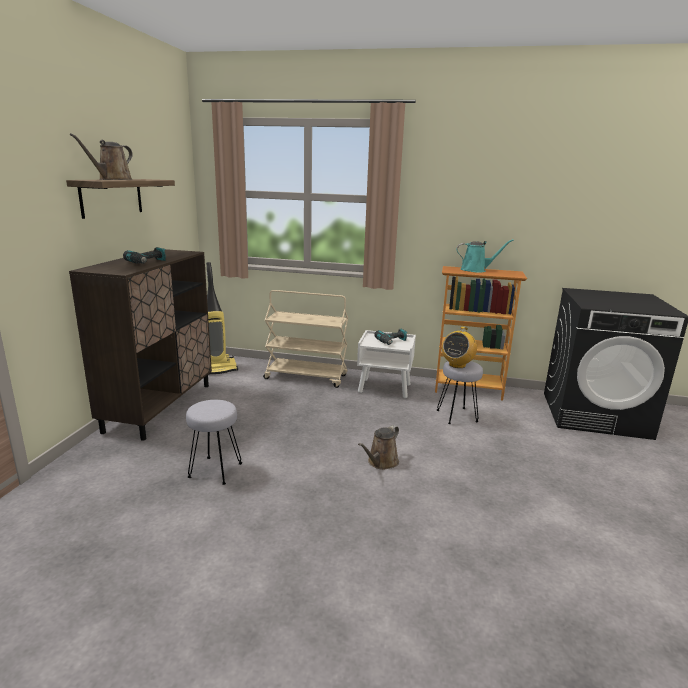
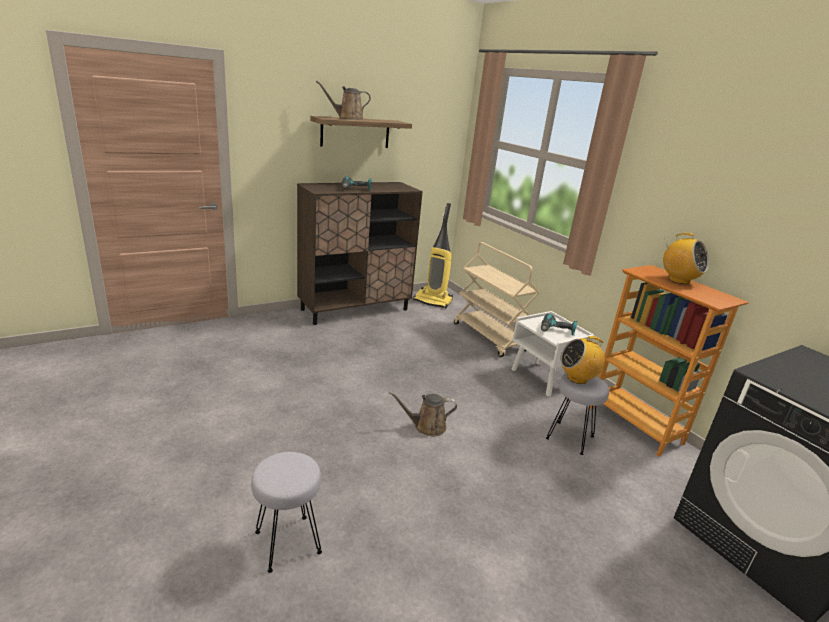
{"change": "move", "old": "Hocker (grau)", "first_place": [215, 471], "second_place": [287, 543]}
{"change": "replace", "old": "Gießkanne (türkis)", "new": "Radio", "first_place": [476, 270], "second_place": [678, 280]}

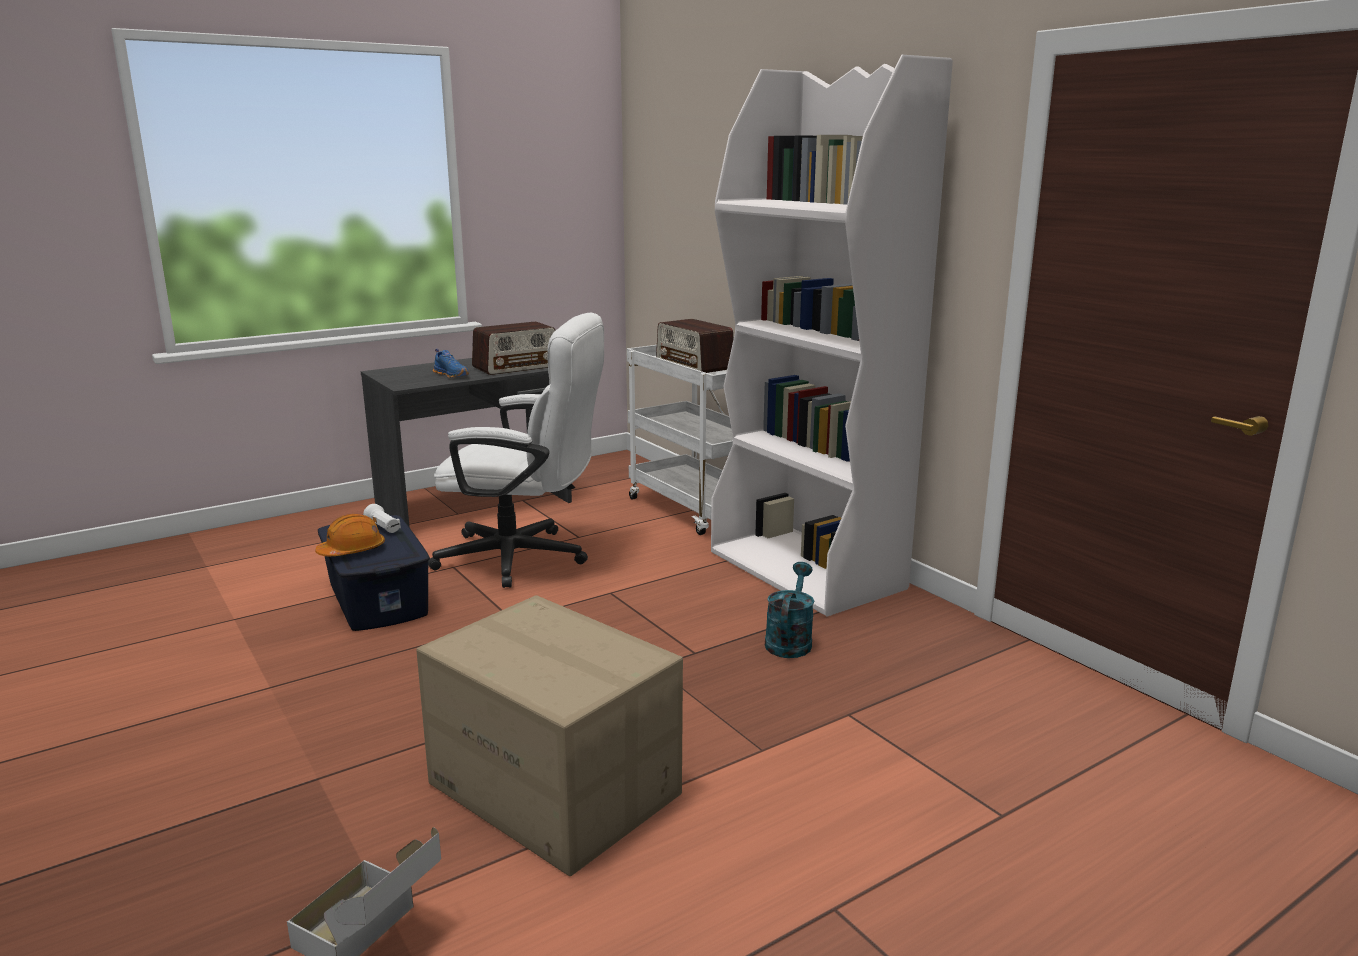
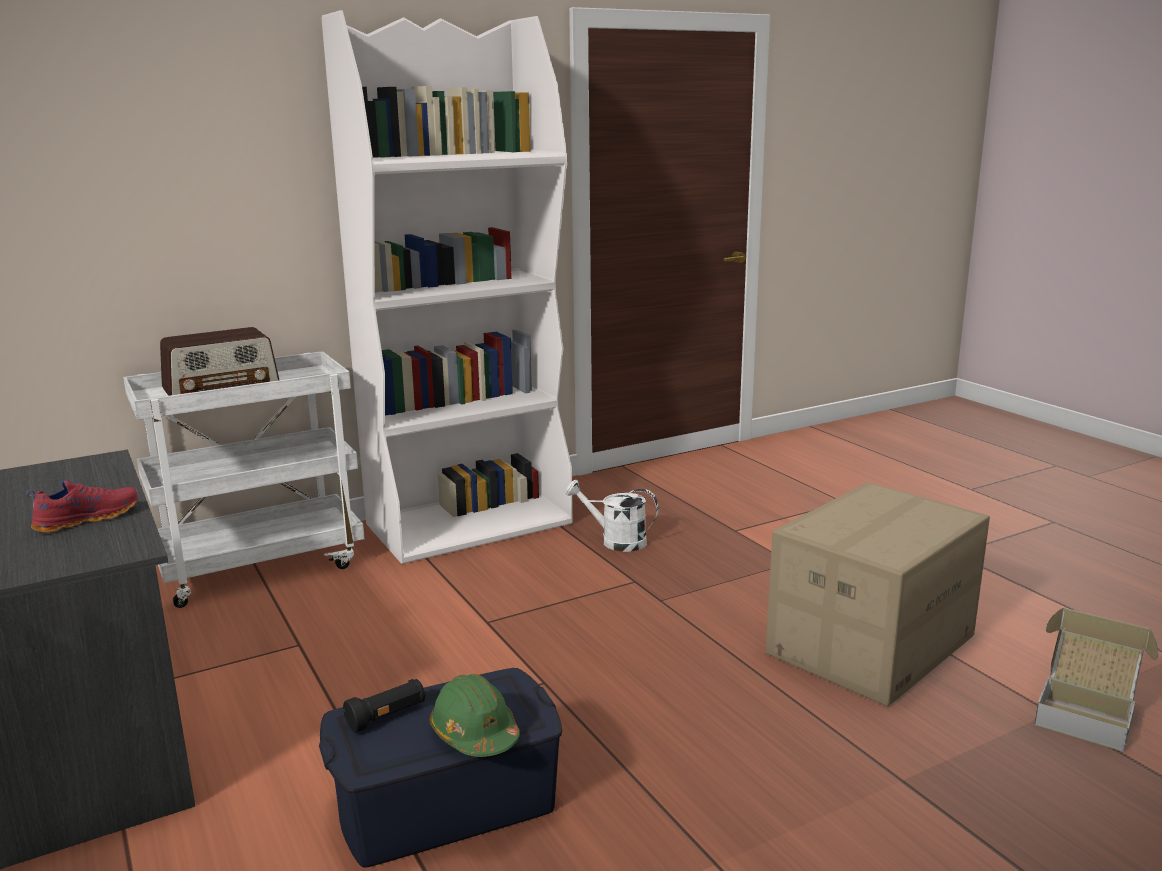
{"change": "recolor", "old": "Schutzhelm (orange)", "new": "Schutzhelm (grün)", "first_place": [352, 551], "second_place": [474, 733]}
{"change": "recolor", "old": "Taschenlampe (weiß)", "new": "Taschenlampe (schwarz)", "first_place": [383, 528], "second_place": [387, 717]}
{"change": "delete", "old": "Bürostuhl (weiß)", "first_place": [525, 558]}
{"change": "recolor", "old": "Schuh (blau)", "new": "Schuh (rot)", "first_place": [452, 375], "second_place": [87, 519]}
{"change": "delete", "old": "Radio", "first_place": [516, 367]}
{"change": "recolor", "old": "Gießkanne (türkis)", "new": "Gießkanne (weiß)", "first_place": [789, 641], "second_place": [615, 541]}

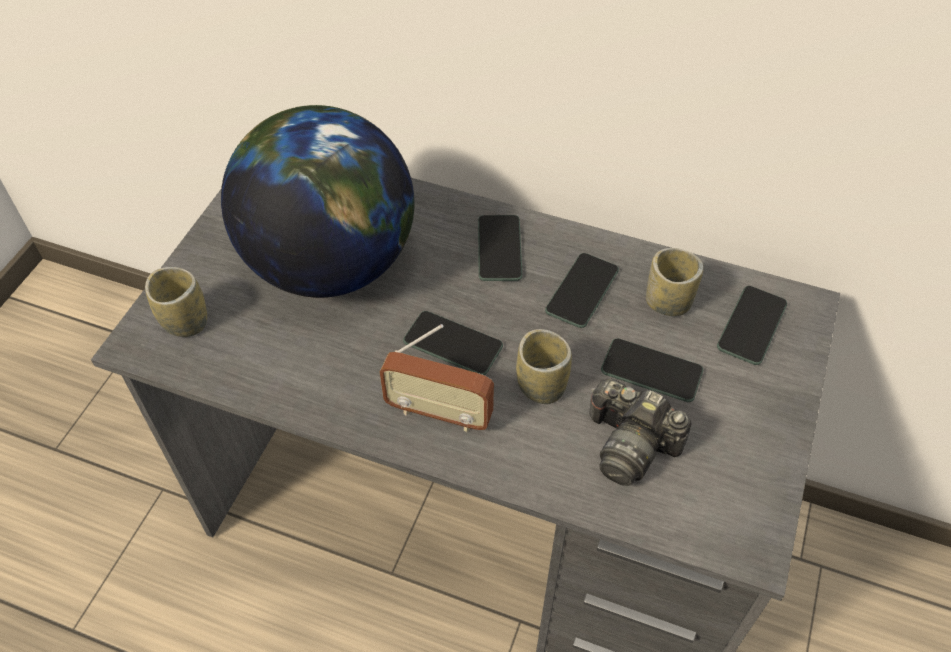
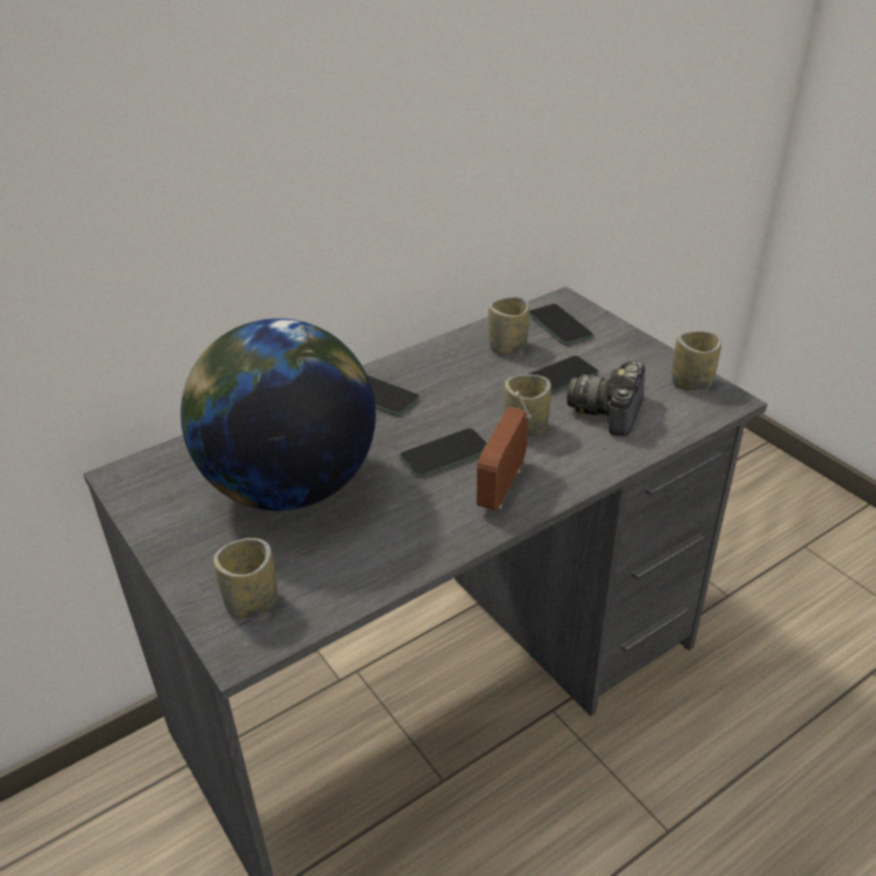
{"change": "rotate", "old": "Radio", "first_place": [439, 413], "second_place": [503, 487], "degrees": 150}
{"change": "delete", "old": "Handy", "first_place": [582, 291]}
{"change": "rotate", "old": "Kamera", "first_place": [630, 444], "second_place": [610, 412], "degrees": 135}
{"change": "insert", "new": "Tasse", "second_place": [691, 383]}

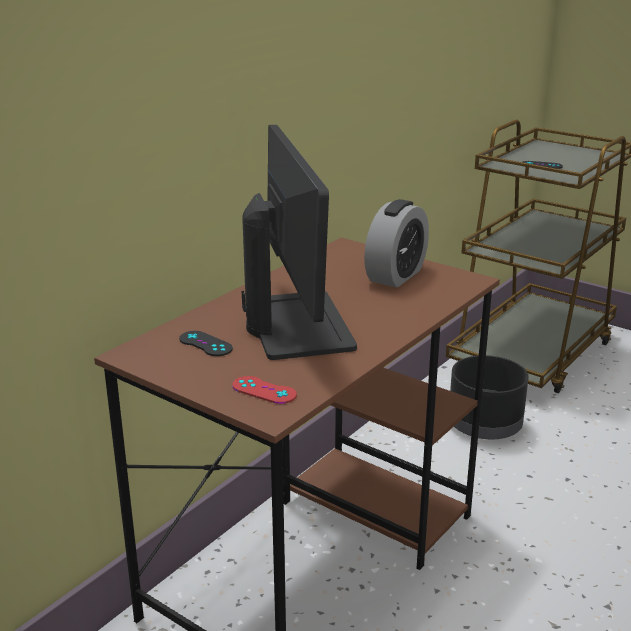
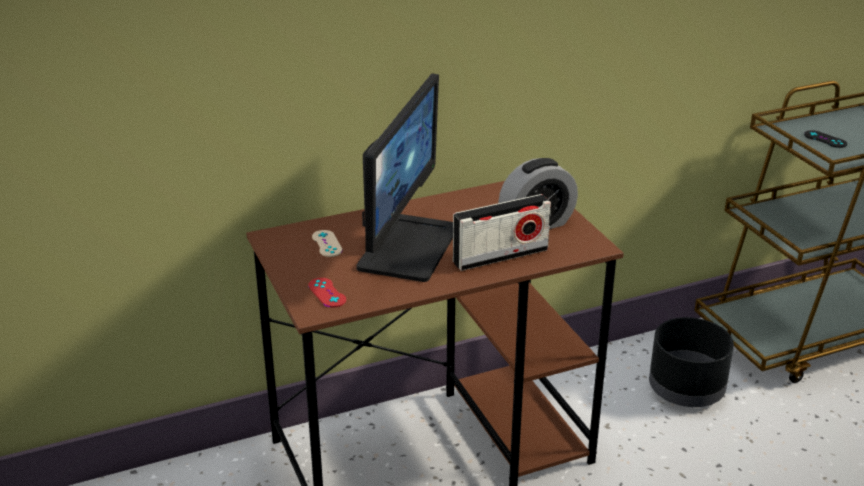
{"change": "recolor", "old": "Gamepad (schwarz)", "new": "Gamepad (beige)", "first_place": [205, 344], "second_place": [327, 244]}
{"change": "insert", "new": "Radio", "second_place": [500, 256]}

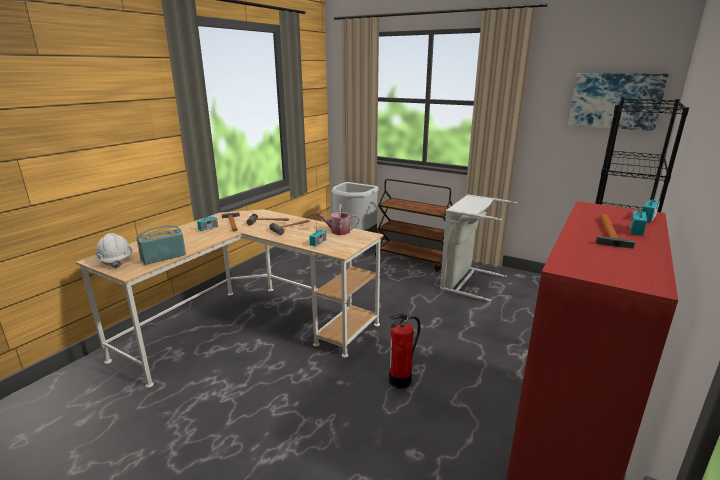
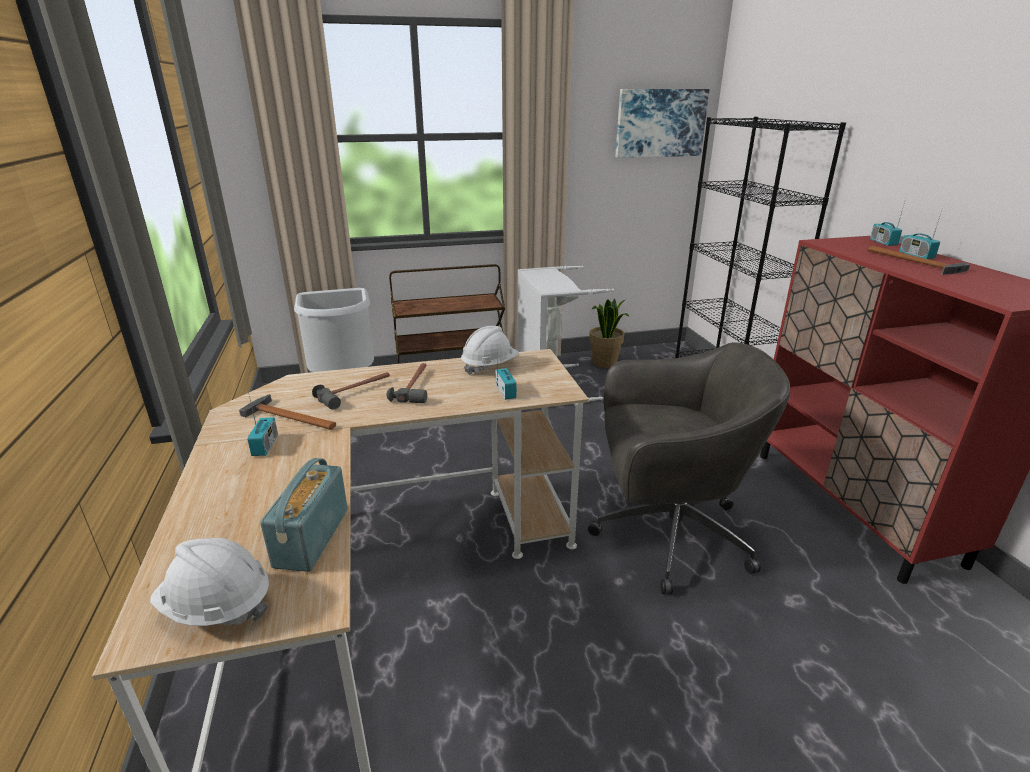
{"change": "replace", "old": "Gießkanne", "new": "Schutzhelm (weiß)", "first_place": [337, 231], "second_place": [489, 366]}
{"change": "replace", "old": "Feuerlöscher", "new": "Bürostuhl (grau)", "first_place": [400, 380], "second_place": [666, 535]}
{"change": "insert", "new": "Topfpflanze", "second_place": [605, 363]}

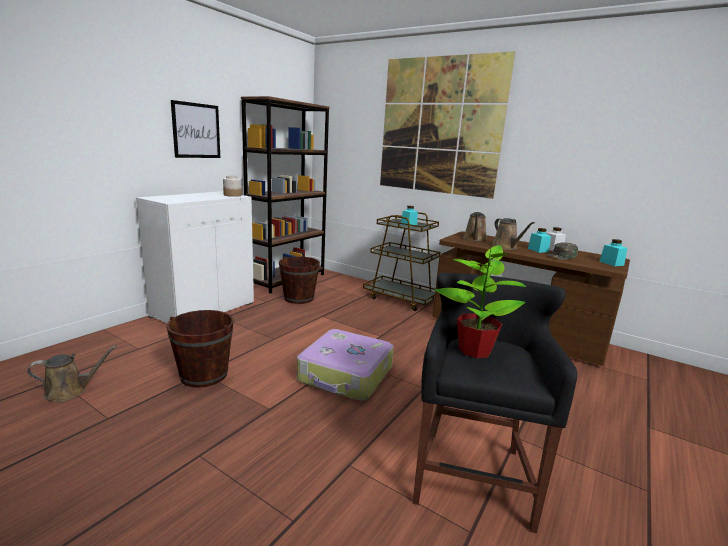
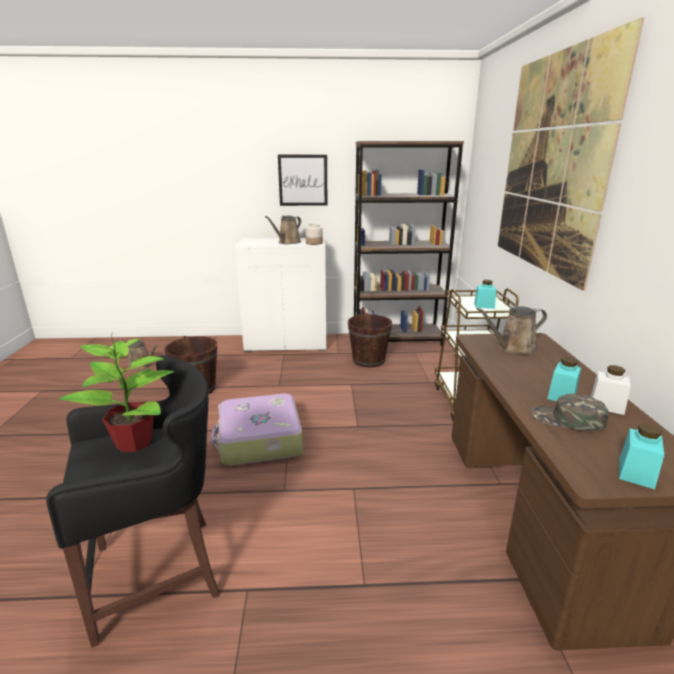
{"change": "move", "old": "Gießkanne (braun)", "first_place": [506, 247], "second_place": [288, 242]}

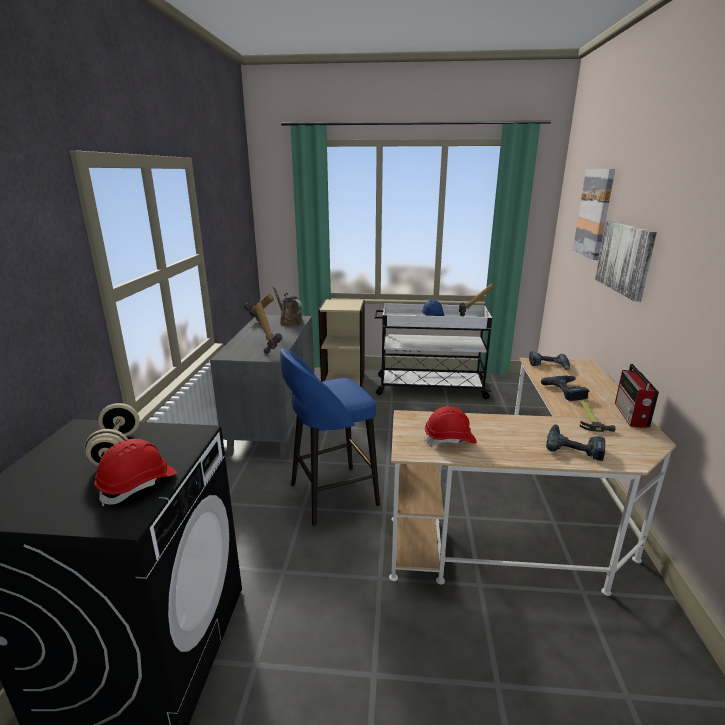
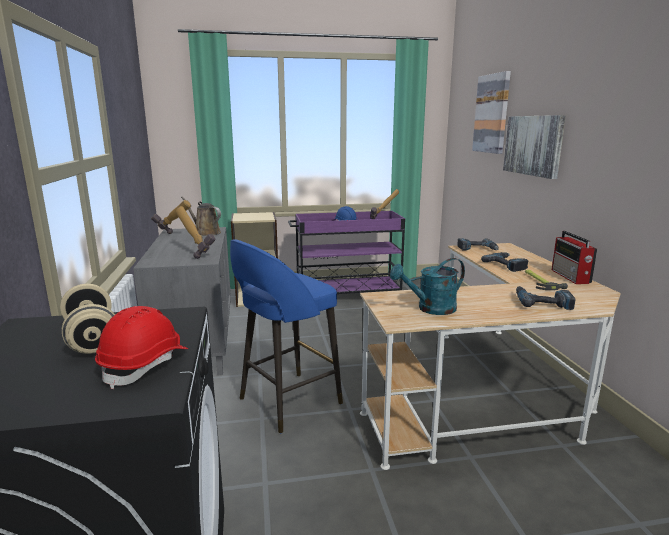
{"change": "recolor", "old": "Rollwagen (weiß)", "new": "Rollwagen (lila)", "first_place": [429, 387], "second_place": [346, 295]}
{"change": "replace", "old": "Schutzhelm (rot)", "new": "Gießkanne (türkis)", "first_place": [450, 439], "second_place": [430, 309]}

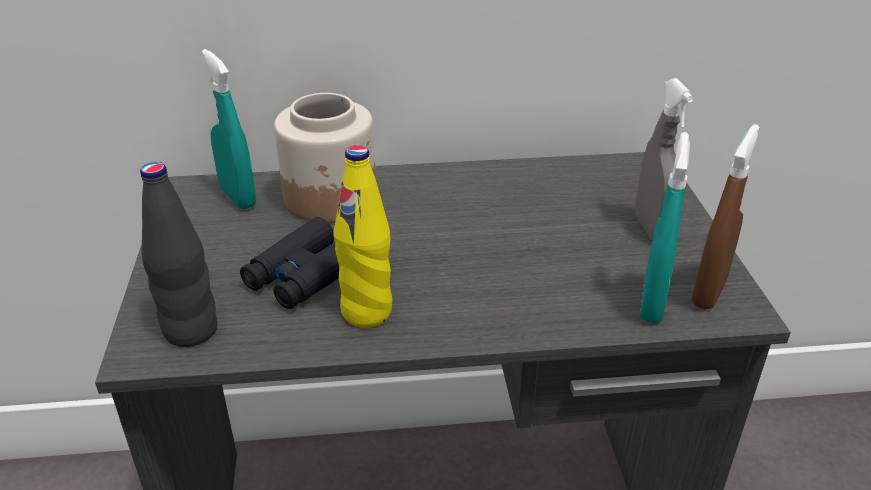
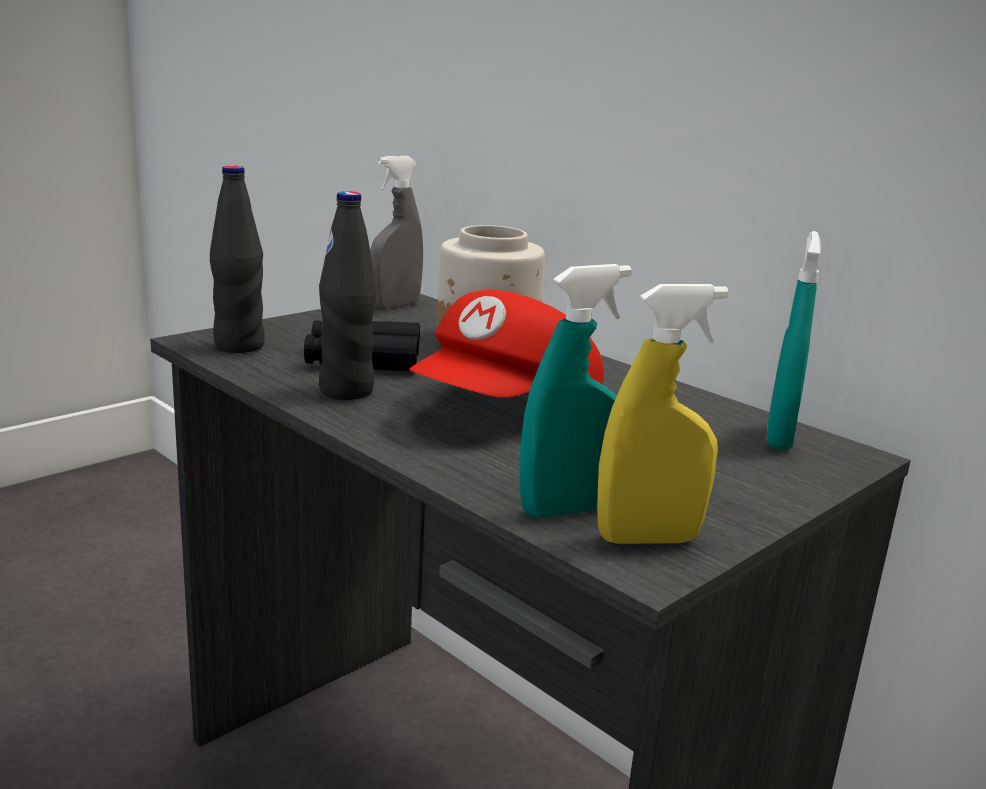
{"change": "move", "old": "Sprühflasche (türkis)", "first_place": [238, 197], "second_place": [779, 437]}
{"change": "recolor", "old": "Flasche (gelb)", "new": "Flasche (schwarz)", "first_place": [367, 312], "second_place": [346, 391]}
{"change": "move", "old": "Sprühflasche (grau)", "first_place": [651, 229], "second_place": [395, 305]}
{"change": "recolor", "old": "Sprühflasche (braun)", "new": "Sprühflasche (gelb)", "first_place": [709, 292], "second_place": [648, 539]}
{"change": "insert", "new": "Kappe (rot)", "second_place": [508, 407]}

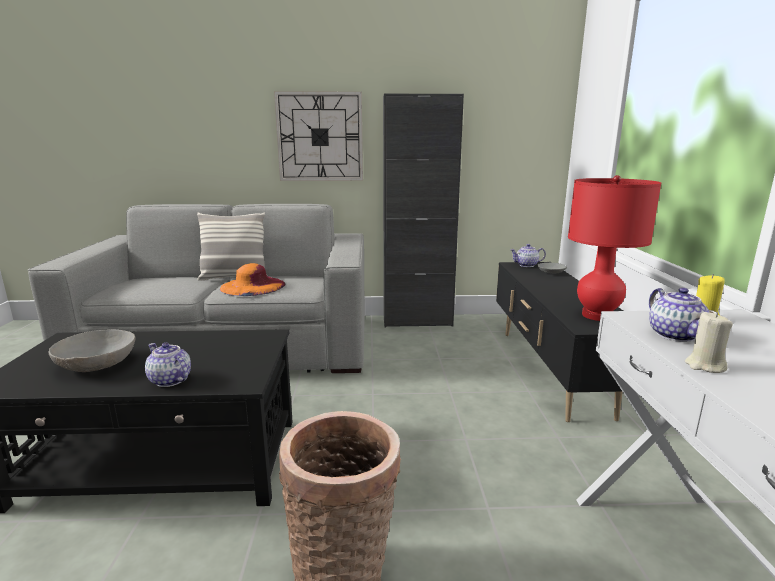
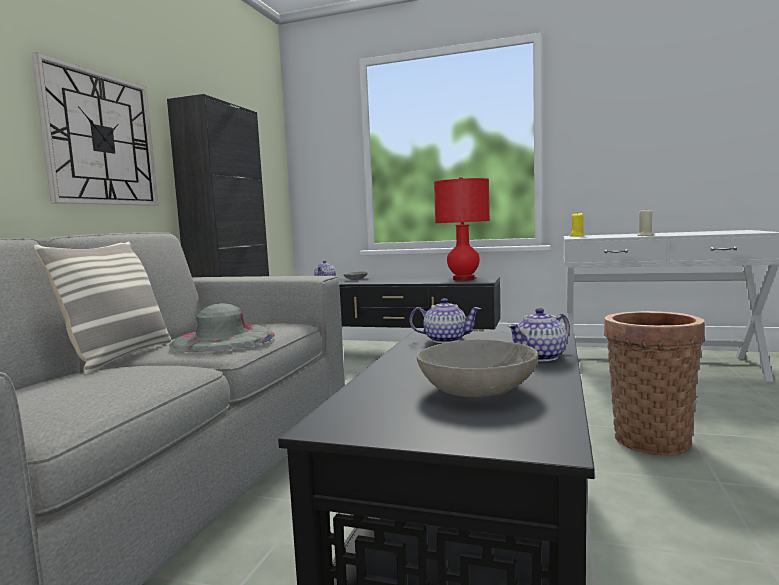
{"change": "recolor", "old": "Hut (orange)", "new": "Hut (grau)", "first_place": [253, 286], "second_place": [223, 339]}
{"change": "move", "old": "Teekanne", "first_place": [675, 335], "second_place": [445, 339]}

